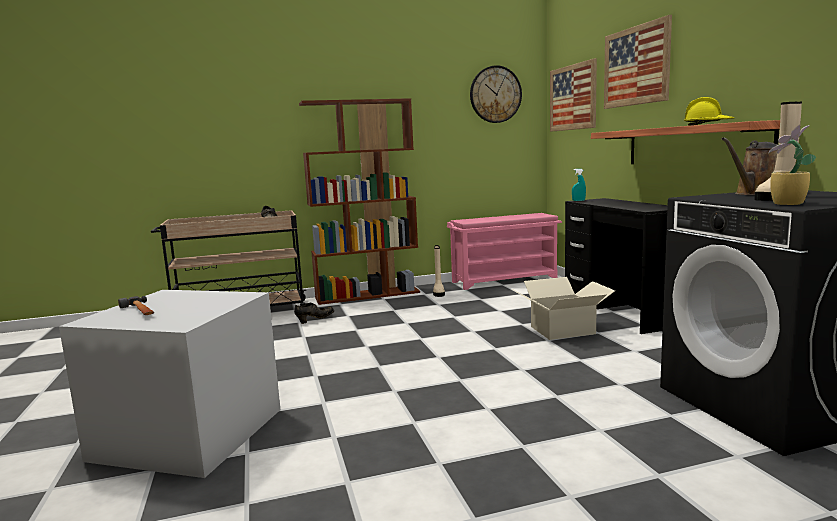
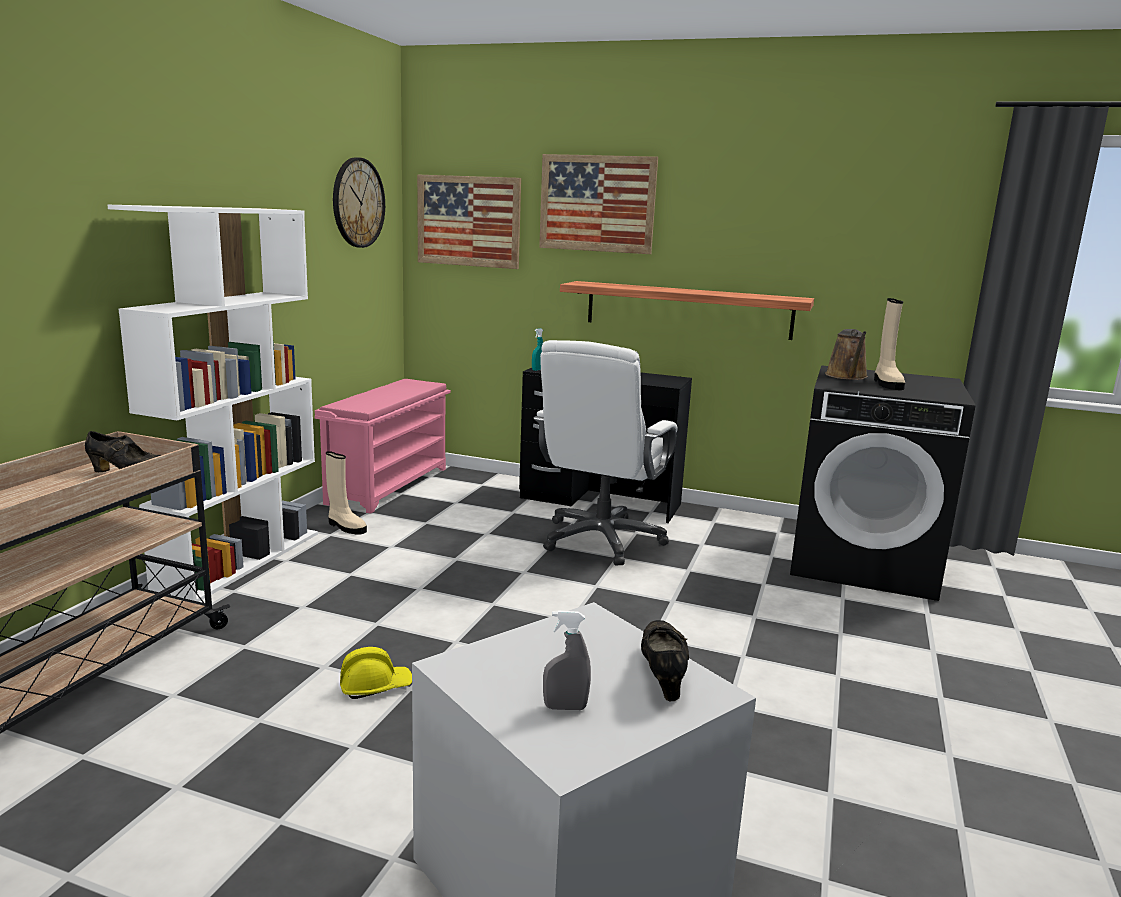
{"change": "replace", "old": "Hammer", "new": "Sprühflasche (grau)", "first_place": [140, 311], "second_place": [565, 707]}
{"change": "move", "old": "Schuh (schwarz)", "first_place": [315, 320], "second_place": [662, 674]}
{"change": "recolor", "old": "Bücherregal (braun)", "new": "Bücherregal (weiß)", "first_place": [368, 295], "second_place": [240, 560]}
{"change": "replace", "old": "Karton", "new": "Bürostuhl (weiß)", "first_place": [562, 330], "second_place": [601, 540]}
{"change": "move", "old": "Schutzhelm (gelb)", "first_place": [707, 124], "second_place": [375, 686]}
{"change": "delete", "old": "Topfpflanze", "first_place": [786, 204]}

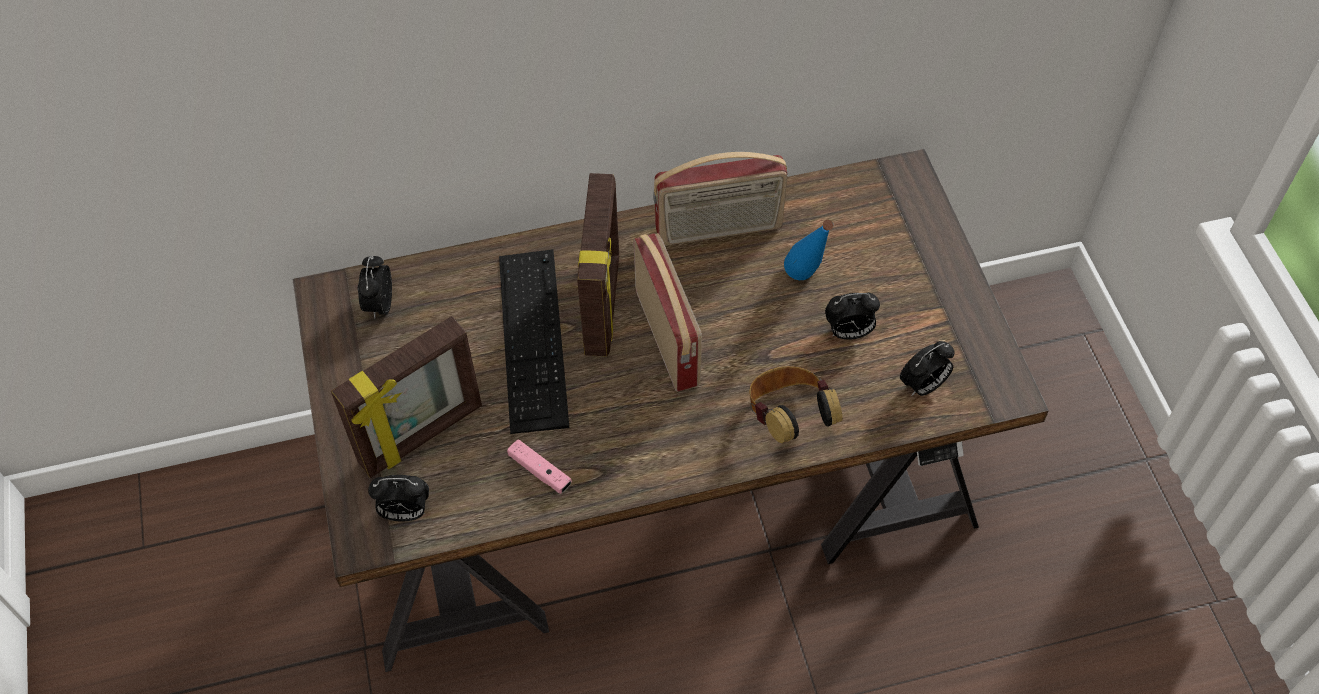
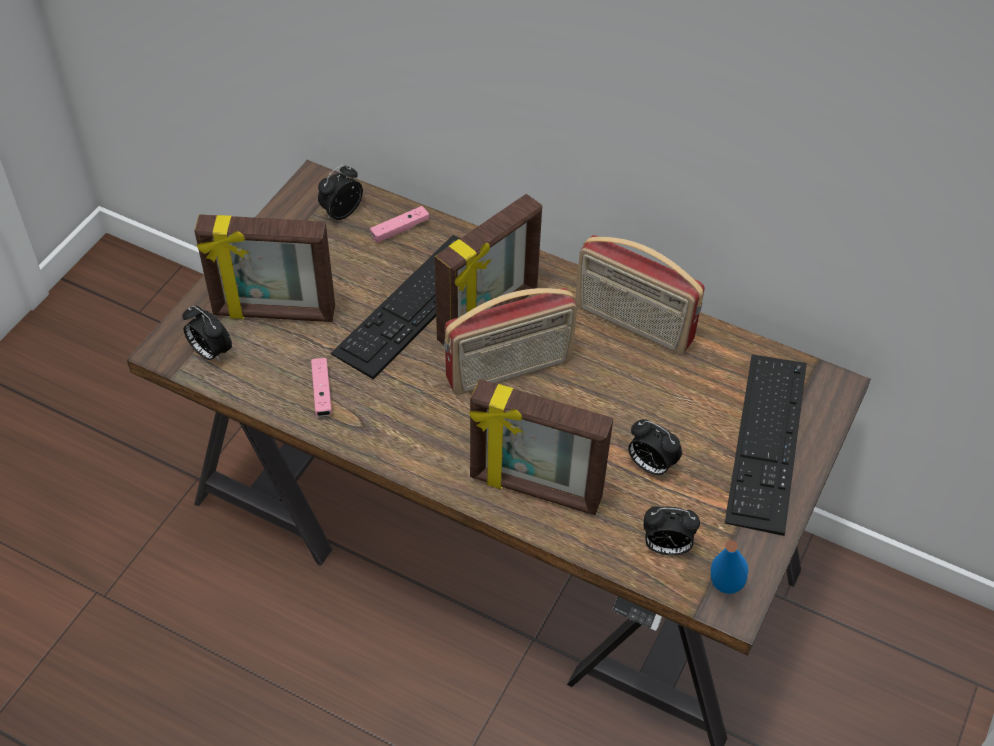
{"change": "rotate", "old": "Radio", "first_place": [668, 337], "second_place": [510, 371], "degrees": 45}
{"change": "replace", "old": "Kopfhörer", "new": "Bilderrahmen", "first_place": [789, 417], "second_place": [534, 490]}
{"change": "move", "old": "Flasche (blau)", "first_place": [806, 283], "second_place": [720, 596]}
{"change": "insert", "new": "Gamepad (rosa)", "second_place": [400, 229]}
{"change": "insert", "new": "Tastatur", "second_place": [767, 441]}

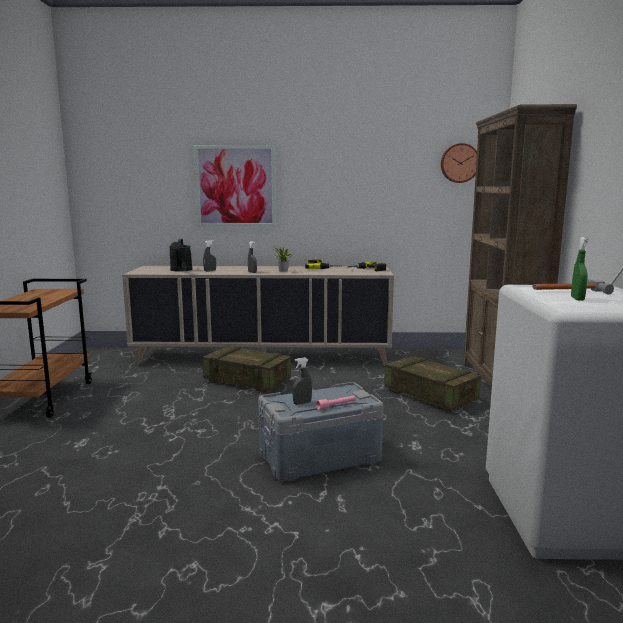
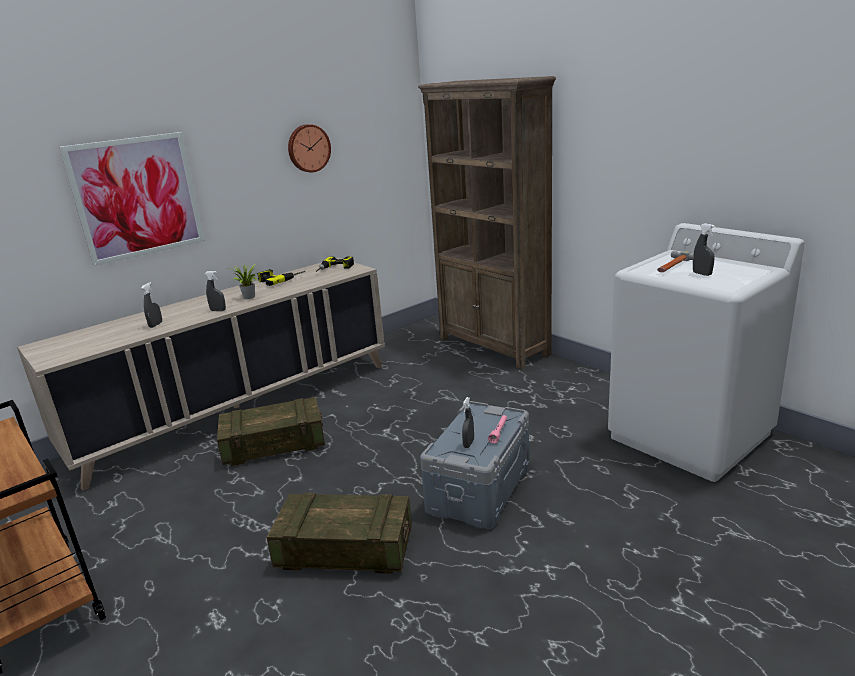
{"change": "delete", "old": "Gießkanne (schwarz)", "first_place": [181, 270]}
{"change": "move", "old": "Kiste", "first_place": [430, 396], "second_place": [345, 550]}
{"change": "move", "old": "Wanduhr", "first_place": [459, 163], "second_place": [308, 148]}
{"change": "recolor", "old": "Sprühflasche (grün)", "new": "Sprühflasche (grau)", "first_place": [577, 299], "second_place": [702, 274]}

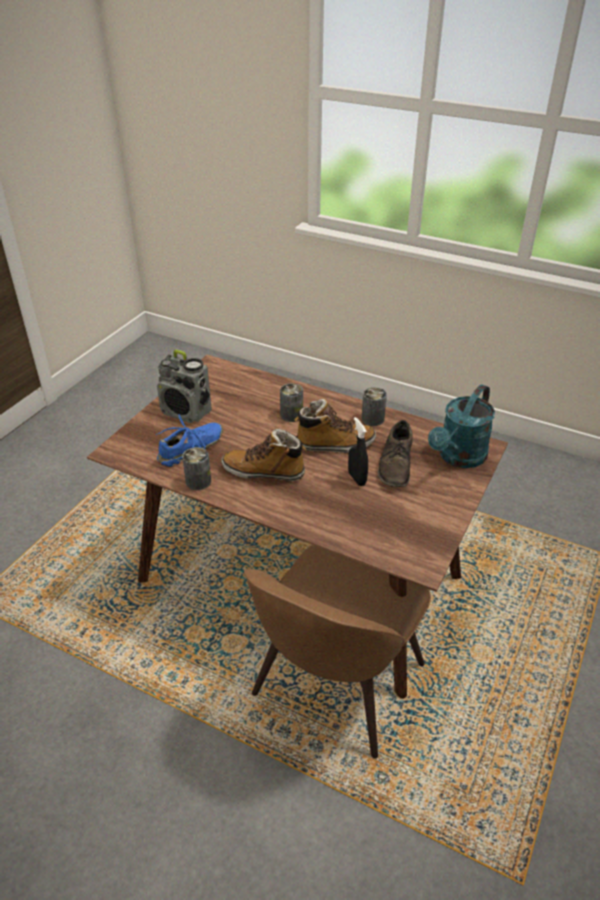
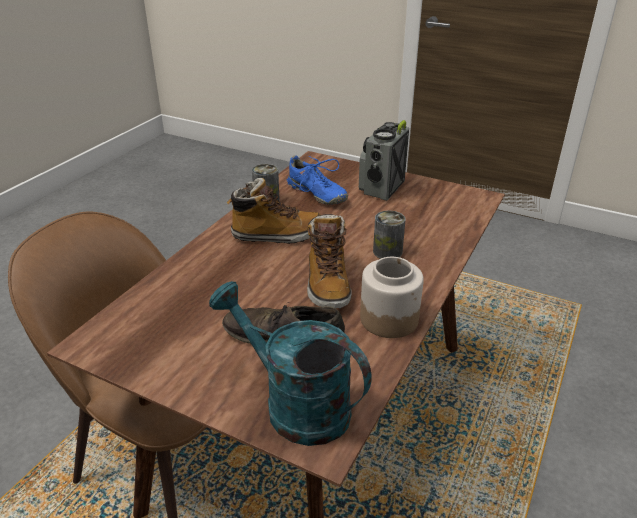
{"change": "rotate", "old": "Stiefel", "first_place": [264, 471], "second_place": [278, 235], "degrees": 75}
{"change": "delete", "old": "Sprühflasche (schwarz)", "first_place": [357, 478]}
{"change": "replace", "old": "Dose", "new": "Vorratsglas", "first_place": [372, 419], "second_place": [389, 318]}

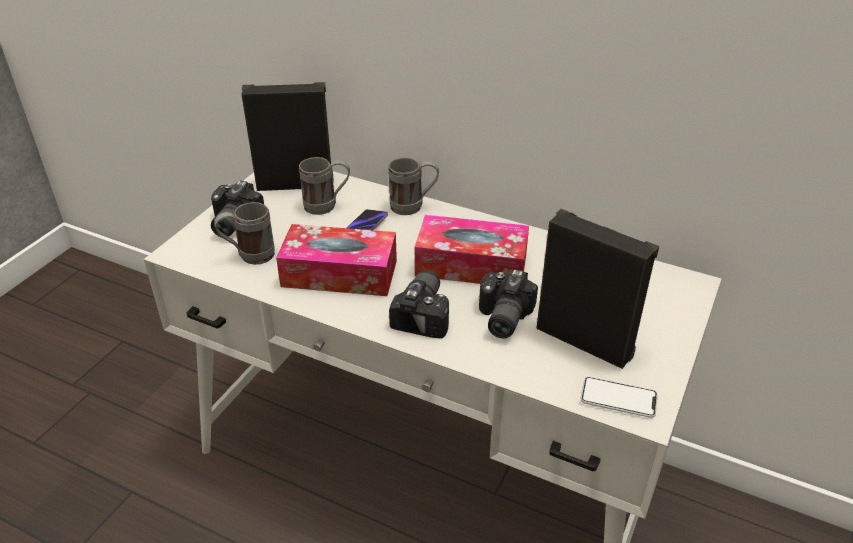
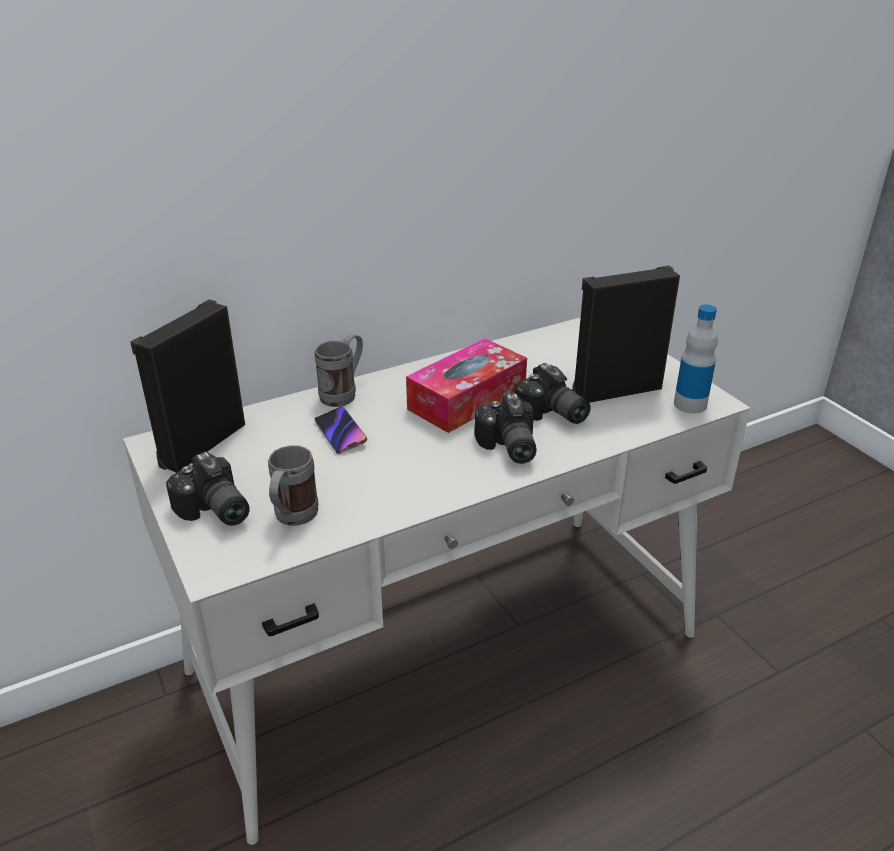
{"change": "delete", "old": "Taschentuchbox", "first_place": [339, 273]}
{"change": "delete", "old": "Henkelbecher (grau)", "first_place": [327, 206]}
{"change": "rotate", "old": "Kamera", "first_place": [426, 313], "second_place": [507, 447], "degrees": -150}
{"change": "replace", "old": "Handy", "new": "Flasche", "first_place": [618, 398], "second_place": [690, 404]}

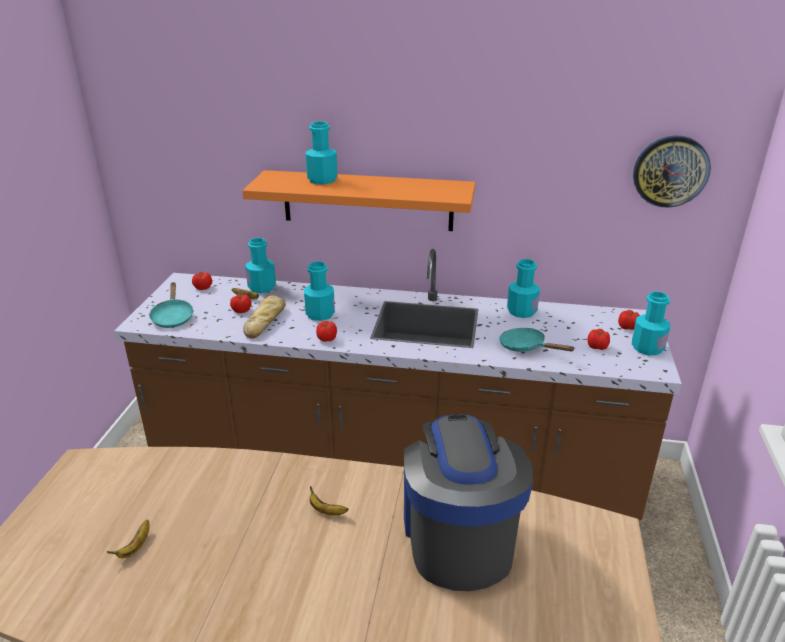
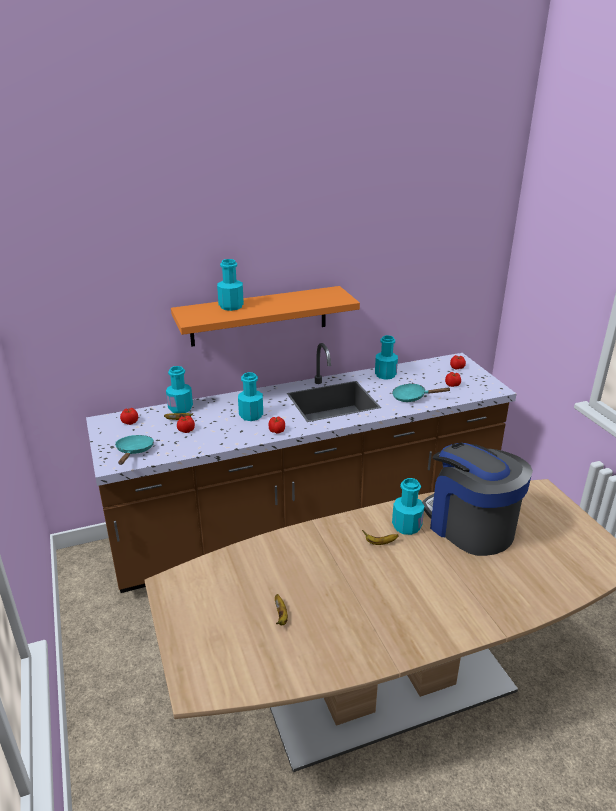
{"change": "rotate", "old": "Pfanne (türkis)", "first_place": [172, 317], "second_place": [134, 451], "degrees": -135}
{"change": "delete", "old": "Brot", "first_place": [265, 321]}
{"change": "move", "old": "Flasche (türkis)", "first_place": [647, 348], "second_place": [406, 526]}
{"change": "delete", "old": "Wanduhr", "first_place": [670, 171]}

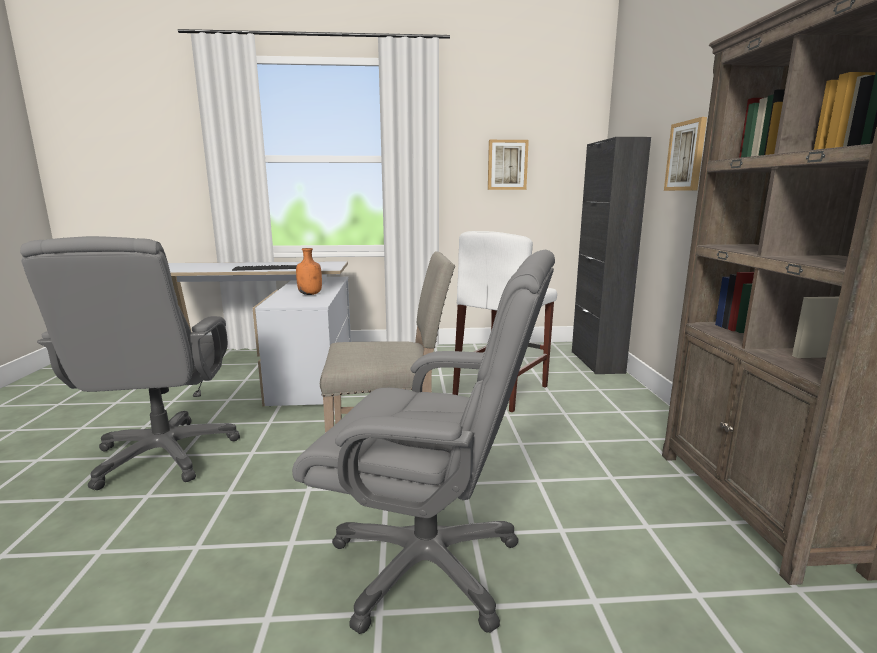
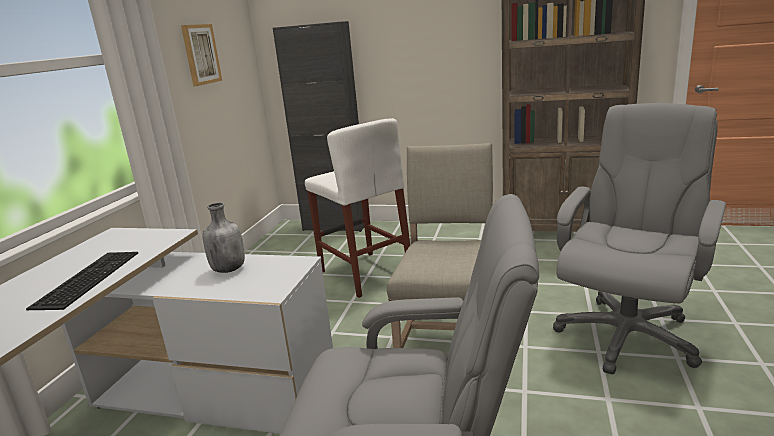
{"change": "recolor", "old": "Flasche (orange)", "new": "Flasche (grau)", "first_place": [310, 294], "second_place": [228, 269]}
{"change": "delete", "old": "Bild", "first_place": [686, 156]}

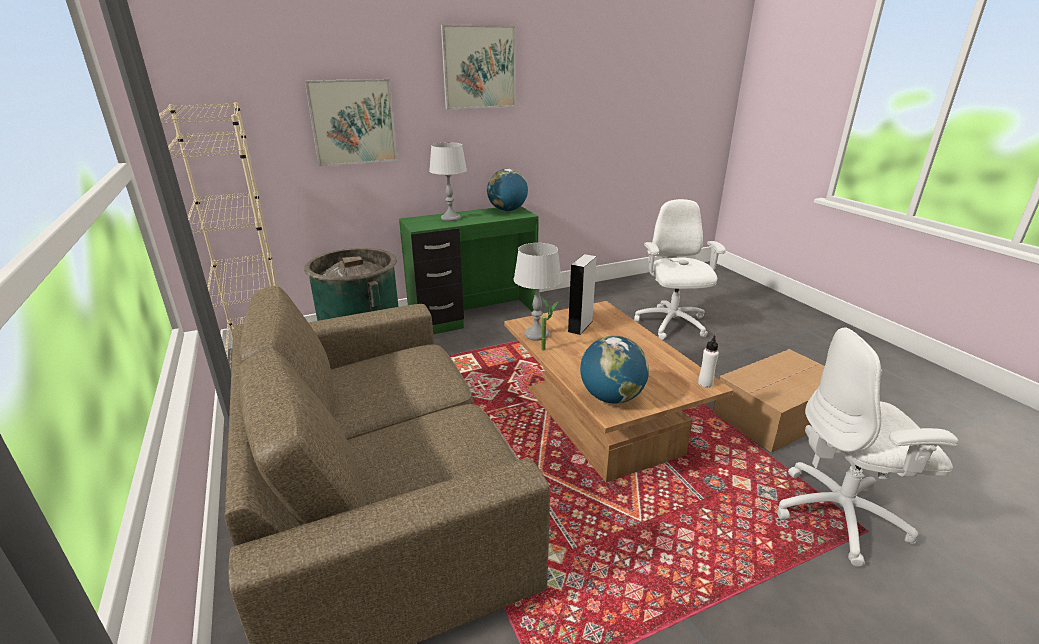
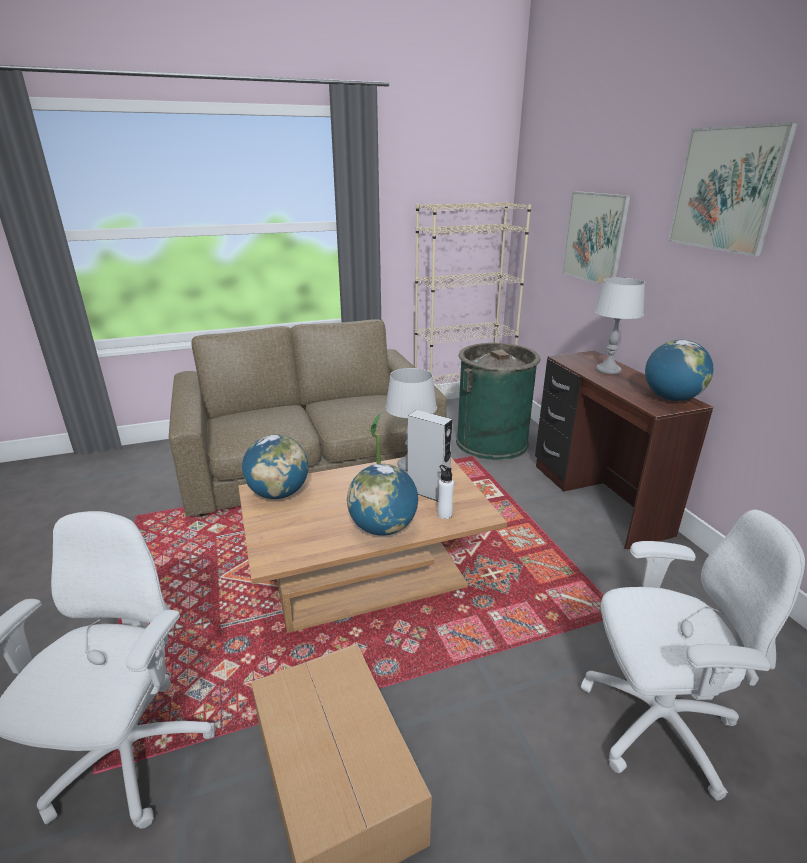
{"change": "recolor", "old": "Schreibtisch (grün)", "new": "Schreibtisch (braun)", "first_place": [474, 317], "second_place": [596, 499]}
{"change": "move", "old": "Flasche (weiß)", "first_place": [705, 383], "second_place": [444, 514]}
{"change": "insert", "new": "Globus", "second_place": [383, 528]}

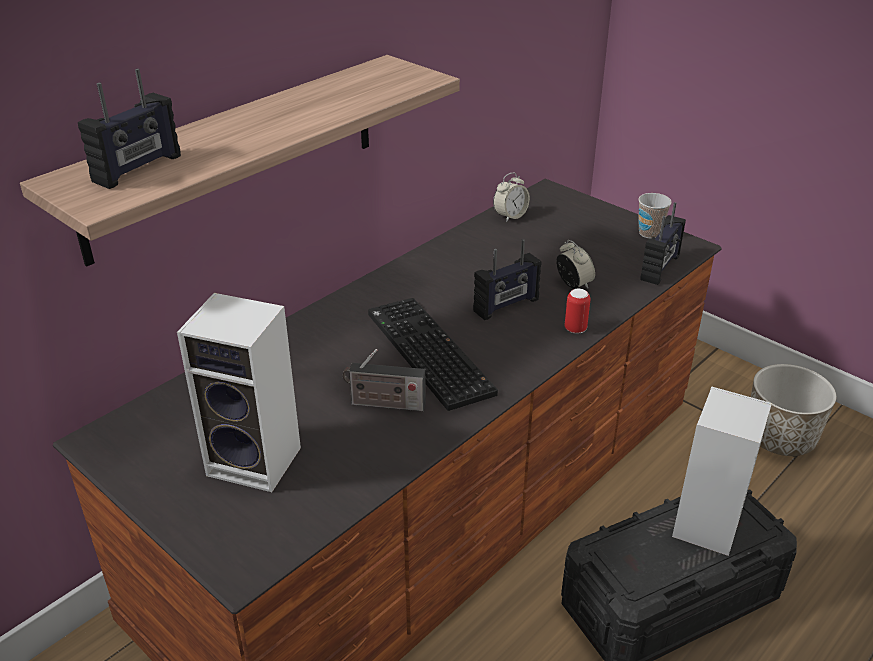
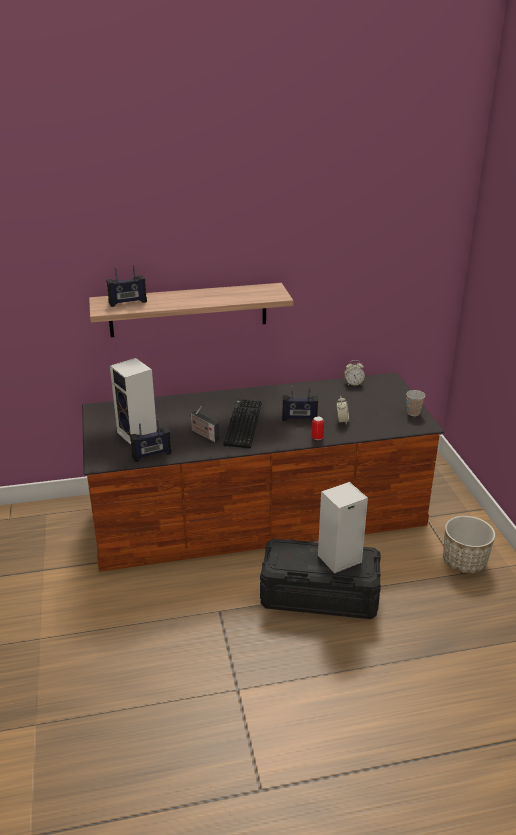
{"change": "move", "old": "Radio", "first_place": [661, 268], "second_place": [151, 455]}

